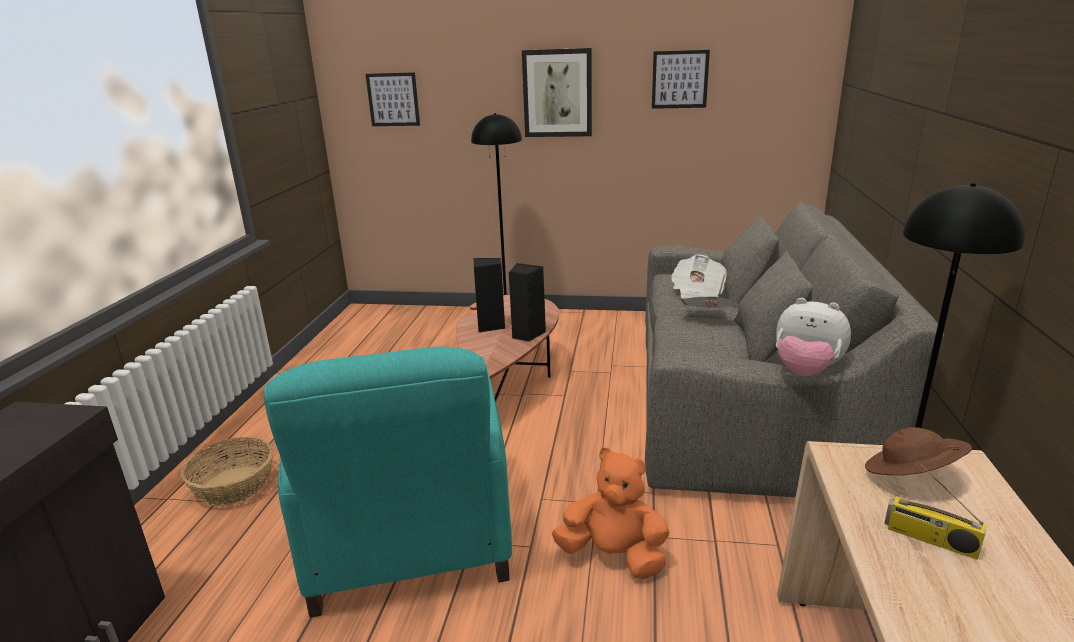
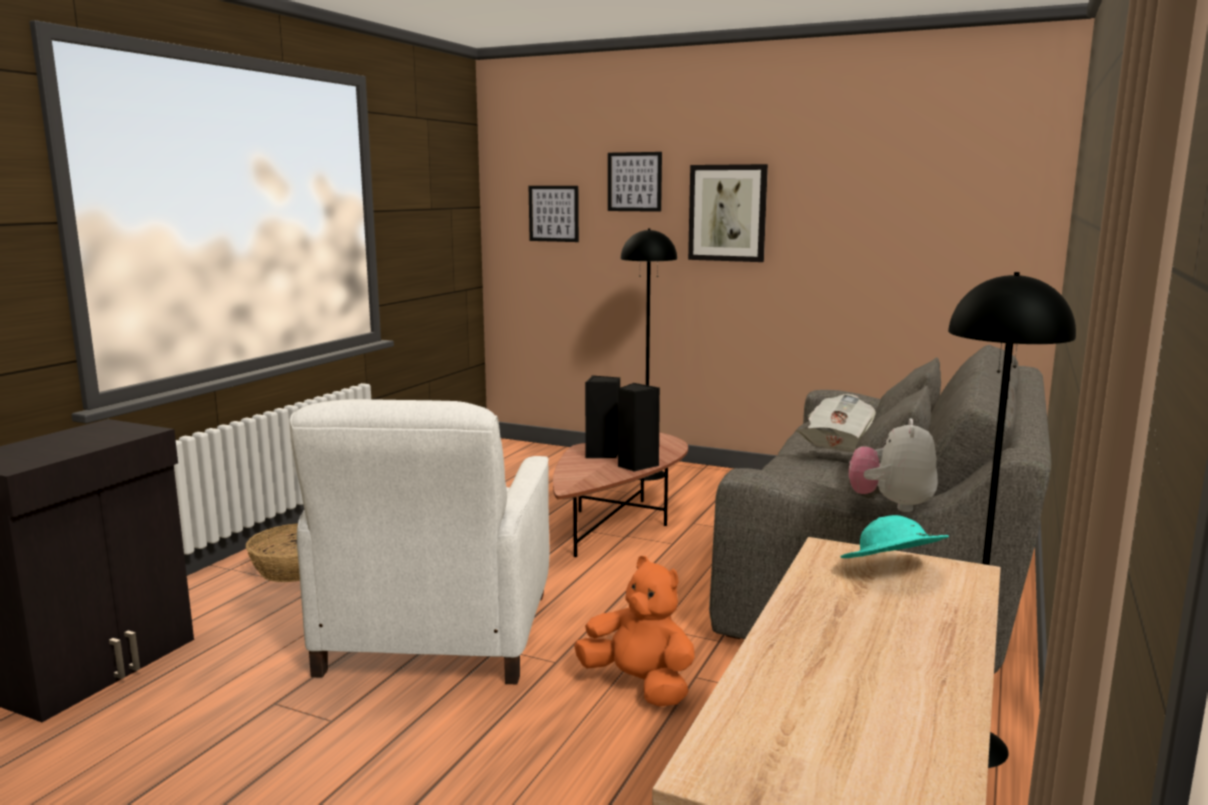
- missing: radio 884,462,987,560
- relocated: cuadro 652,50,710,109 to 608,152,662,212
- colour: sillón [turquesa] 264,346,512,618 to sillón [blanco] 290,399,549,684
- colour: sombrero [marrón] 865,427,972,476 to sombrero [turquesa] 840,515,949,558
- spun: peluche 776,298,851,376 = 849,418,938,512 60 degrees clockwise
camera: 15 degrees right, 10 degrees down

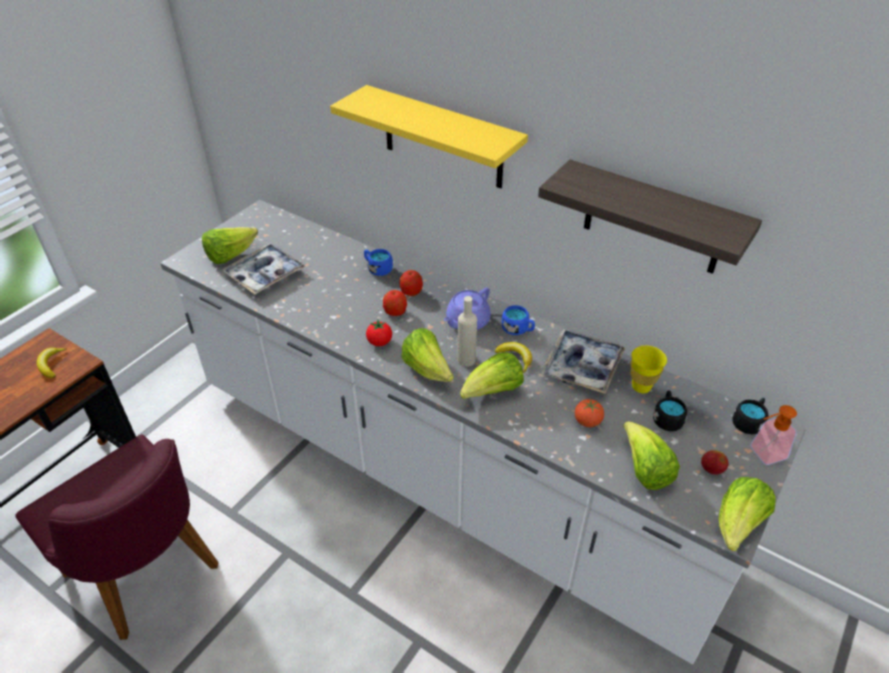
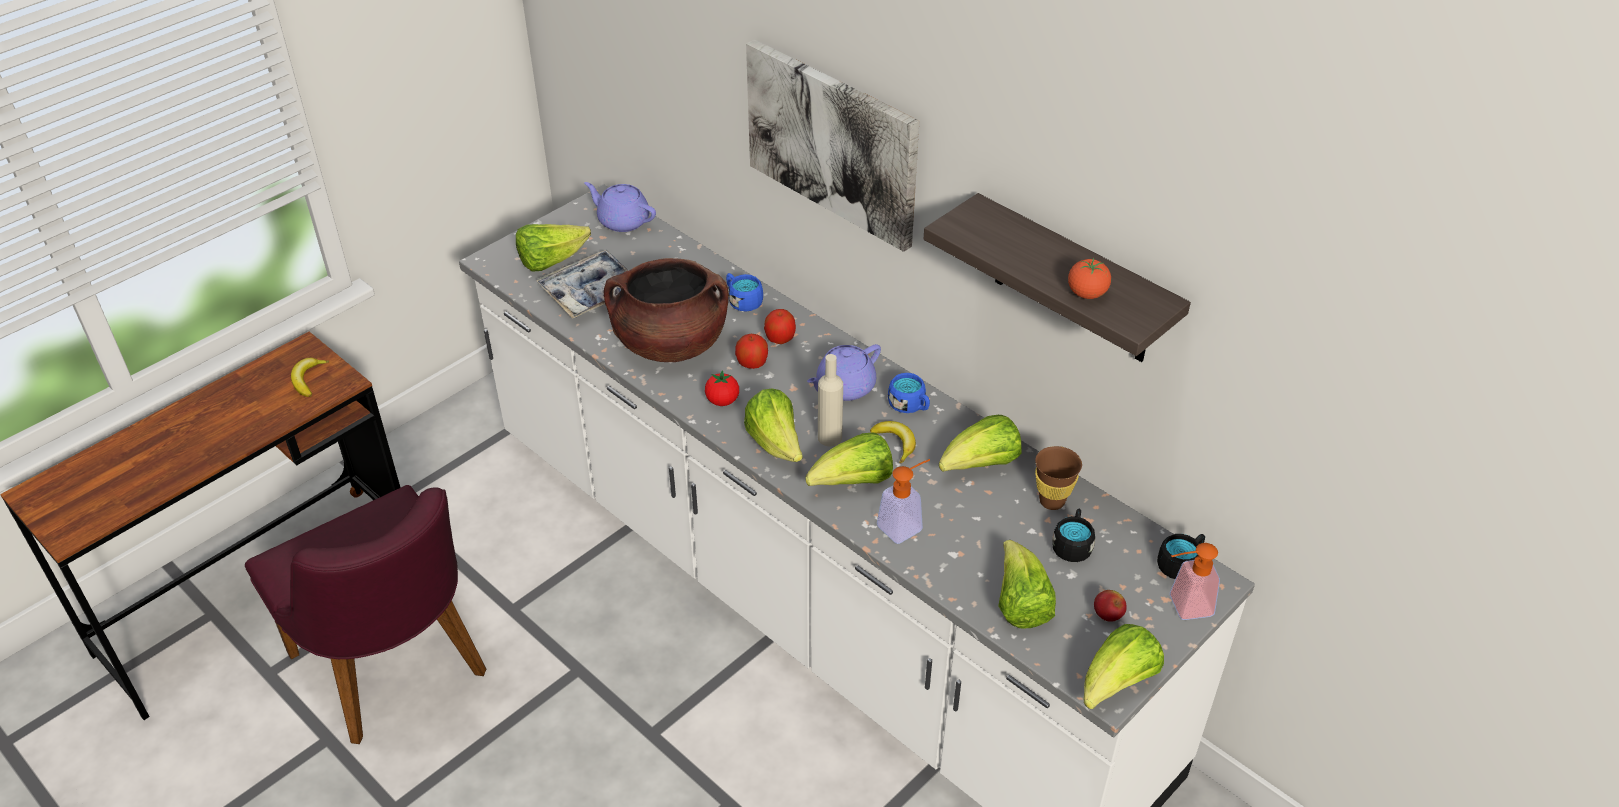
- appeared: tetera [morado] 584,182,656,232
- appeared: olla [marrón] 604,258,729,362
- appeared: dispensador de jabón 877,459,930,544
- relocated: tomate 575,399,604,427 to 1068,258,1111,299
- exchanged: estante [amarillo] 330,85,528,189 to cuadro 746,39,919,252
- exchanged: bandeja 541,329,626,394 to lechuga 939,415,1021,472
- colour: taza [amarillo] 631,345,667,393 to taza [marrón] 1035,446,1082,510
camera: 10 degrees right, 0 degrees up

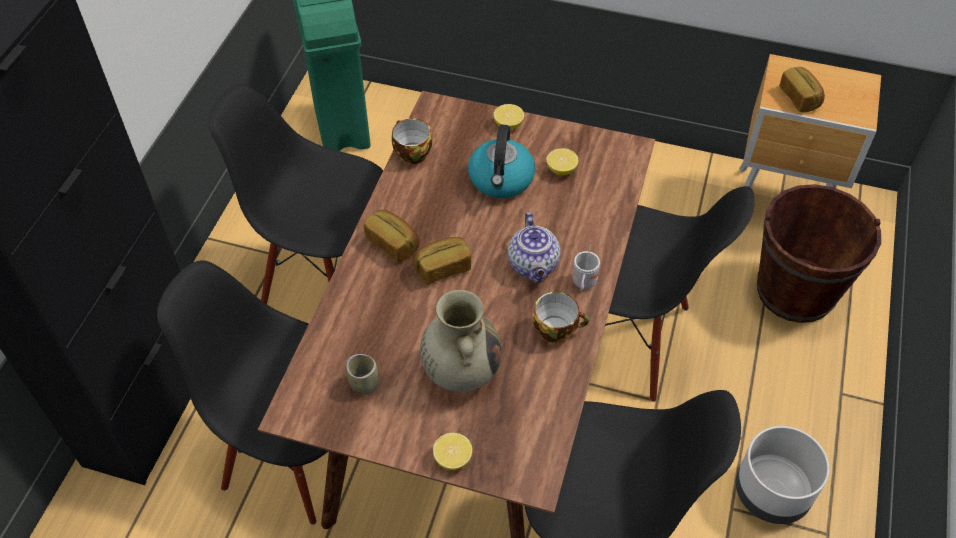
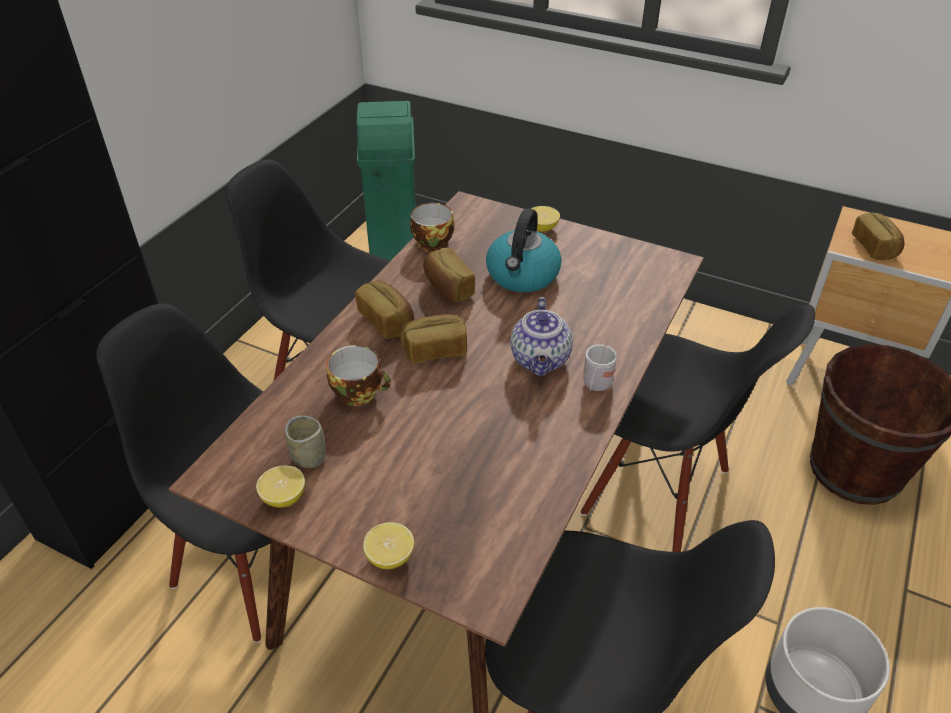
- missing: florero [beis] 420,290,501,392
- appeared: pan 423,248,475,303
- relocated: taza 533,292,589,343 to 326,345,391,406
- relocated: limón 546,148,578,175 to 256,465,305,507
camera: 10 degrees right, 10 degrees down

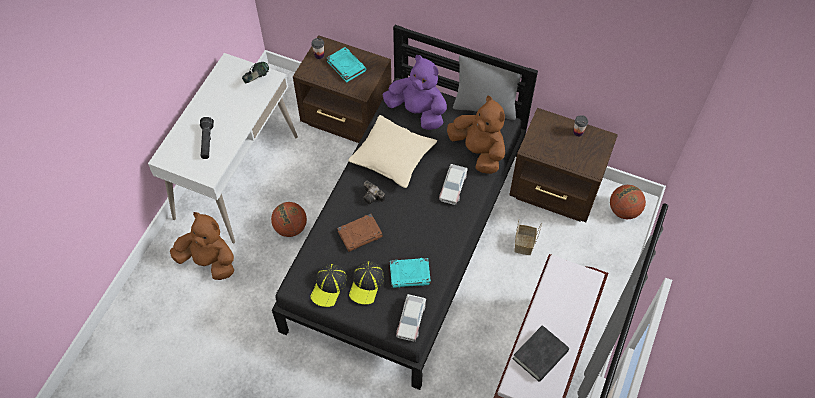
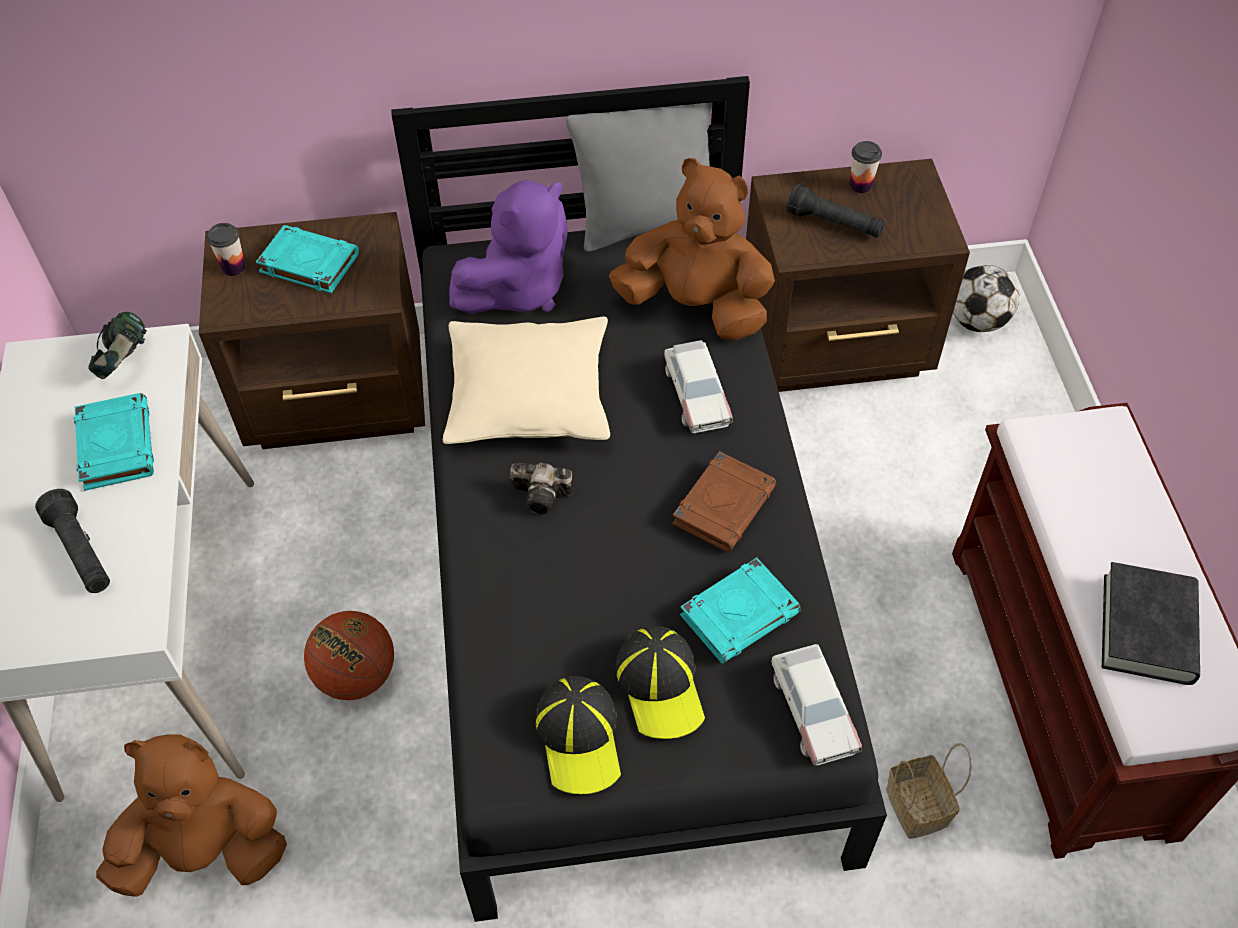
- appeared: libro [turquesa] 74,393,154,491
- appeared: linterna [negro] 786,184,885,238
- relocated: libro [marrón] 337,214,383,252 to 672,451,776,552
- relocated: cesta 514,220,542,255 to 886,743,971,839
- exchanged: balón de baloncesto 610,185,646,219 to balón de fútbol 953,265,1019,332
- spun: peluche [morado] 382,55,447,130 = 449,179,568,314 135 degrees clockwise
camera: 30 degrees left, 5 degrees down

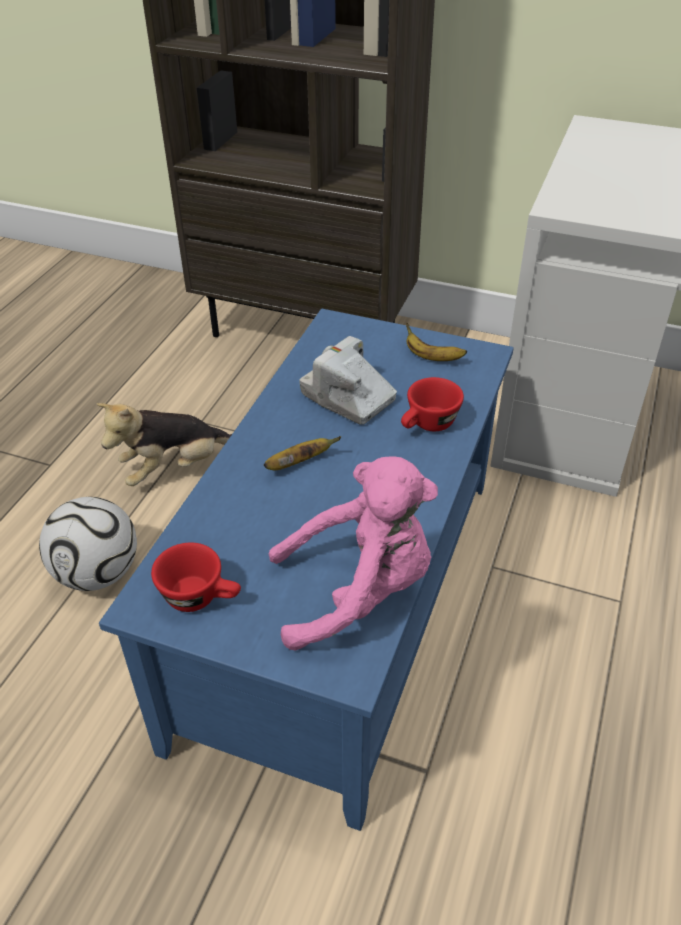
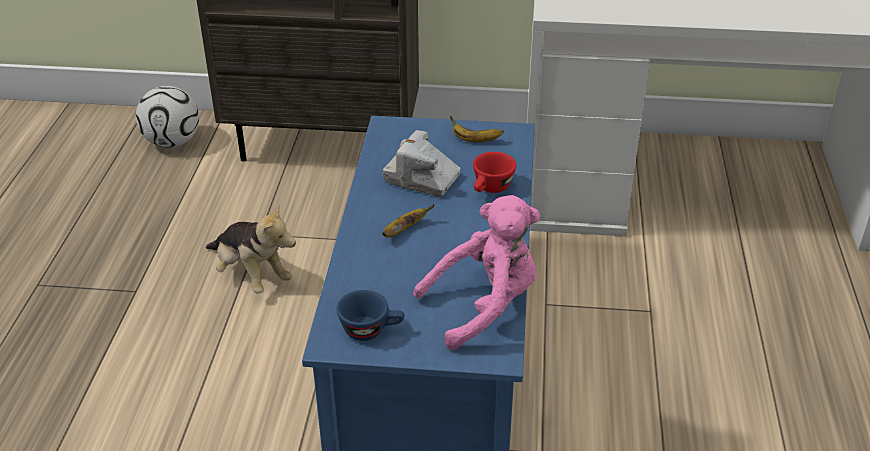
- relocated: balón de fútbol 39,497,137,591 to 136,86,199,148
- colour: taza [rojo] 151,543,241,612 to taza [azul] 336,290,405,341
- spun: peluche 96,403,232,486 = 206,205,296,293 90 degrees counterclockwise
camera: 15 degrees left, 5 degrees down

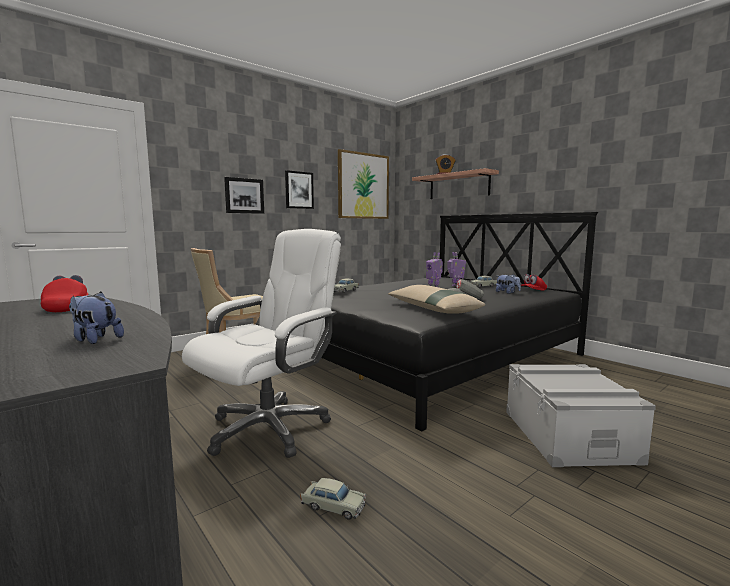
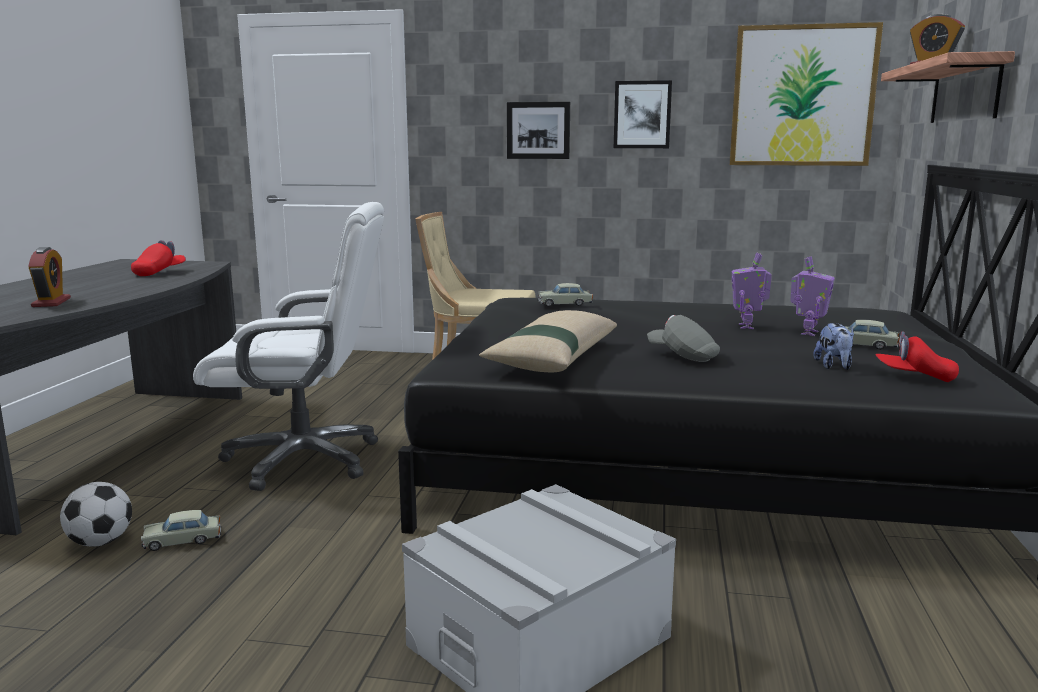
- appeared: balón de fútbol 60,482,132,547
- exchanged: peluche 69,292,124,344 to despertador 29,247,71,307
- spun: coche de juguete [beis] 300,478,366,520 = 141,510,221,551 90 degrees clockwise
camera: 50 degrees right, 5 degrees up

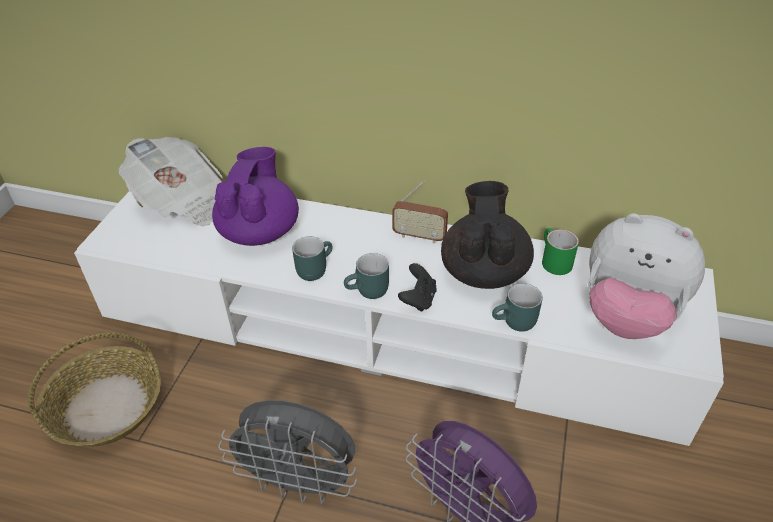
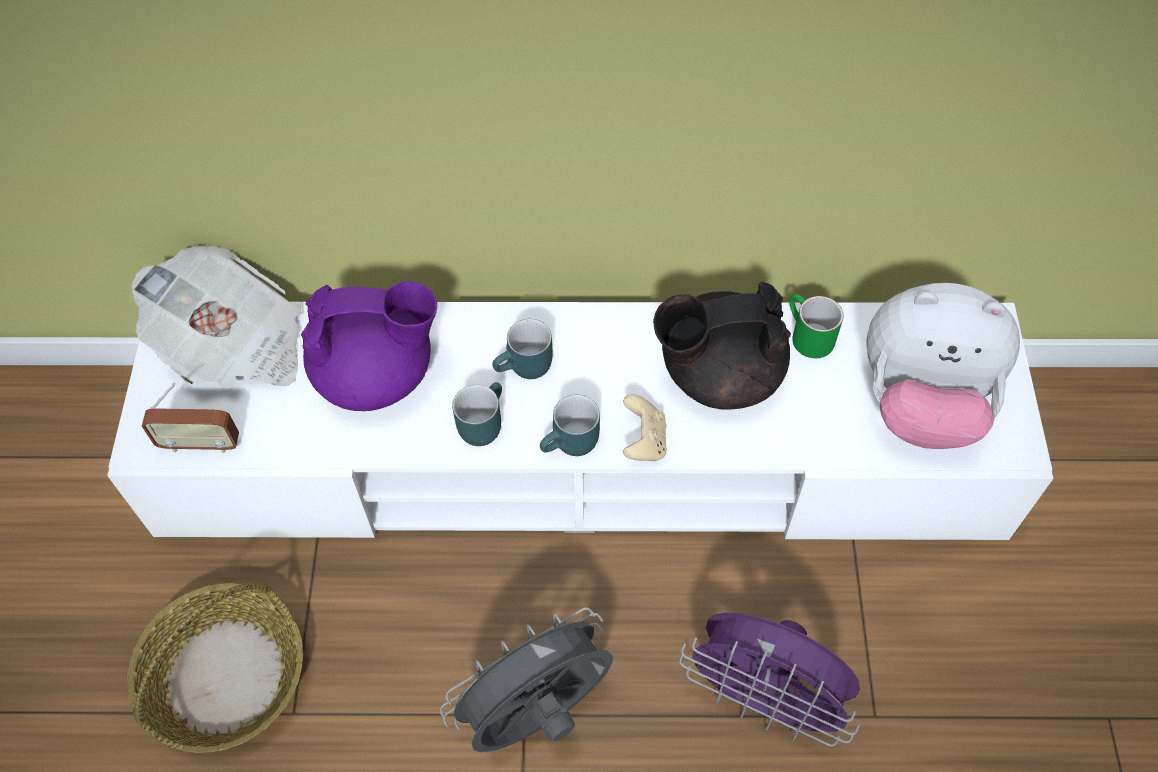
- relocated: radio 392,180,448,244 to 142,383,239,453
- relocated: taza grande [turquesa] 492,283,543,332 to 493,319,552,379
- colour: mando de consola [negro] 398,263,437,312 to mando de consola [beis] 623,394,667,461
- spun: tetera [morado] 212,147,299,246 = 301,281,437,411 90 degrees clockwise
- spun: ventilador [gris] 218,400,357,504 = 440,607,613,753 150 degrees clockwise
- spun: tetera [negro] 441,181,534,289 = 653,282,791,410 90 degrees counterclockwise
camera: 15 degrees left, 15 degrees up

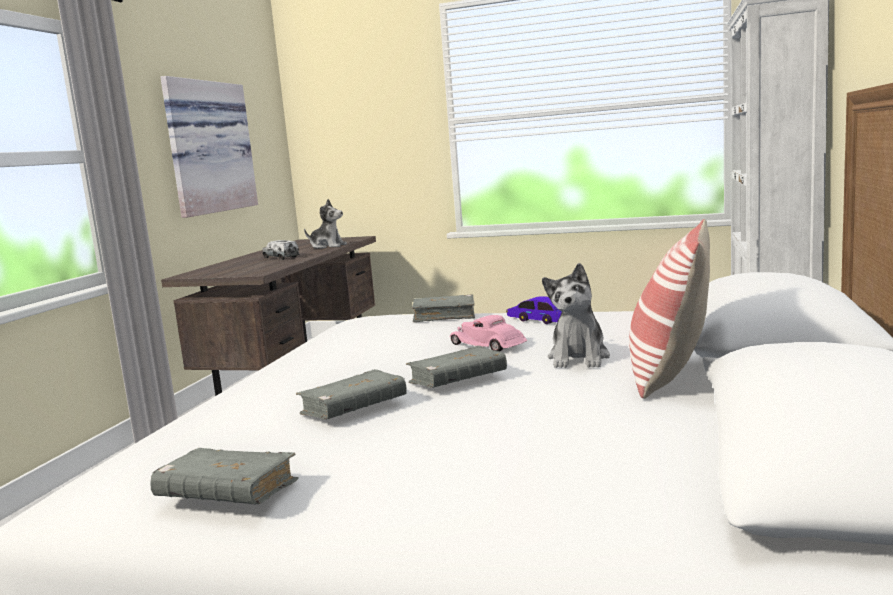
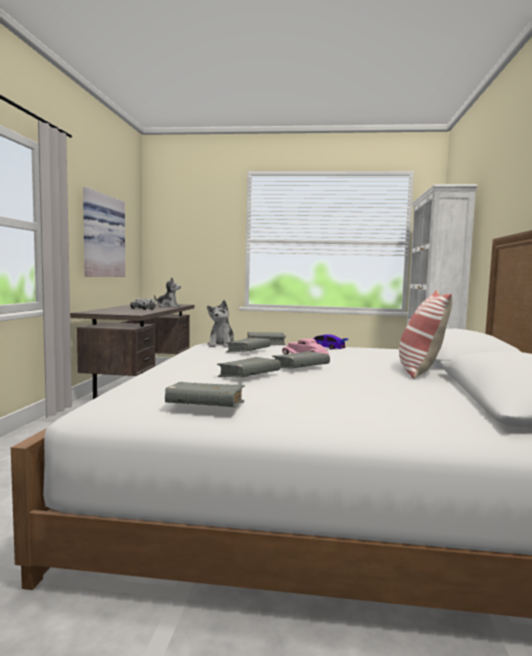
- appeared: libro [gris] 226,338,271,353
- relocated: peluche 542,263,610,368 to 207,300,234,348
camera: 10 degrees left, 5 degrees down

